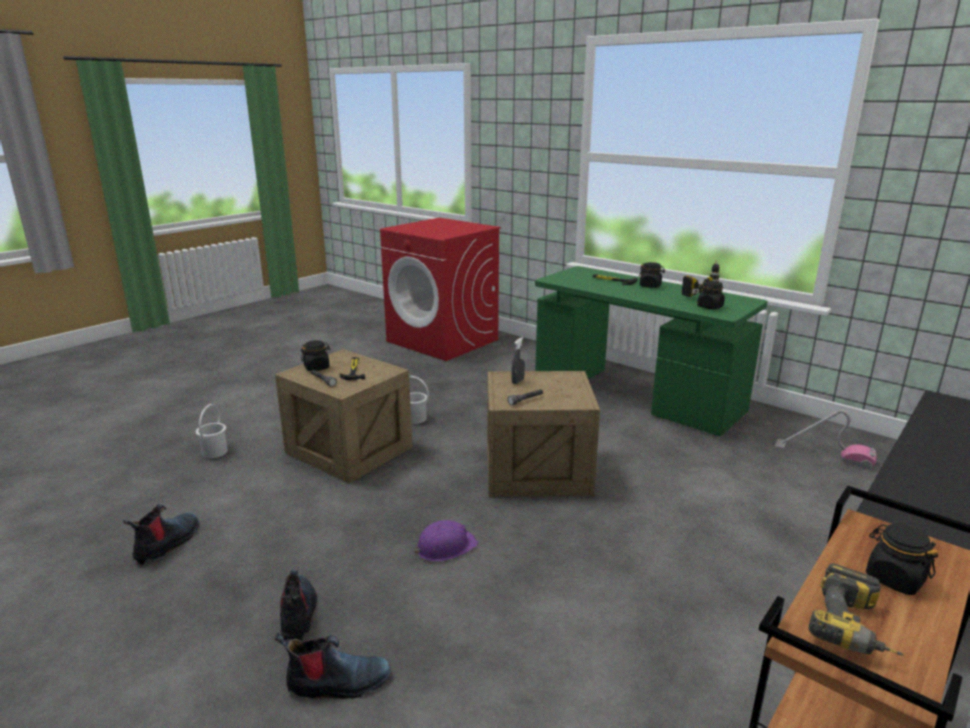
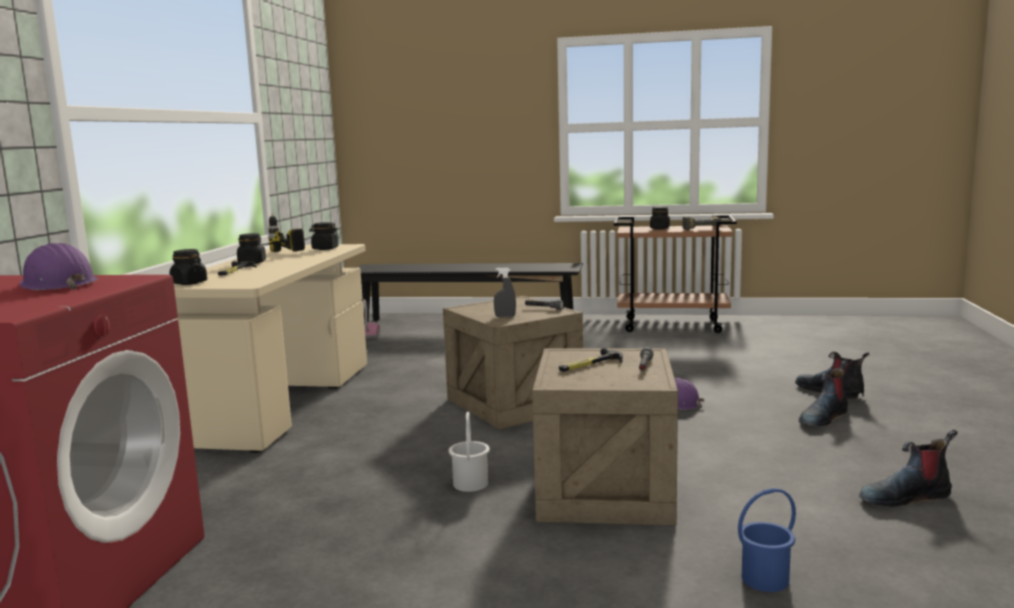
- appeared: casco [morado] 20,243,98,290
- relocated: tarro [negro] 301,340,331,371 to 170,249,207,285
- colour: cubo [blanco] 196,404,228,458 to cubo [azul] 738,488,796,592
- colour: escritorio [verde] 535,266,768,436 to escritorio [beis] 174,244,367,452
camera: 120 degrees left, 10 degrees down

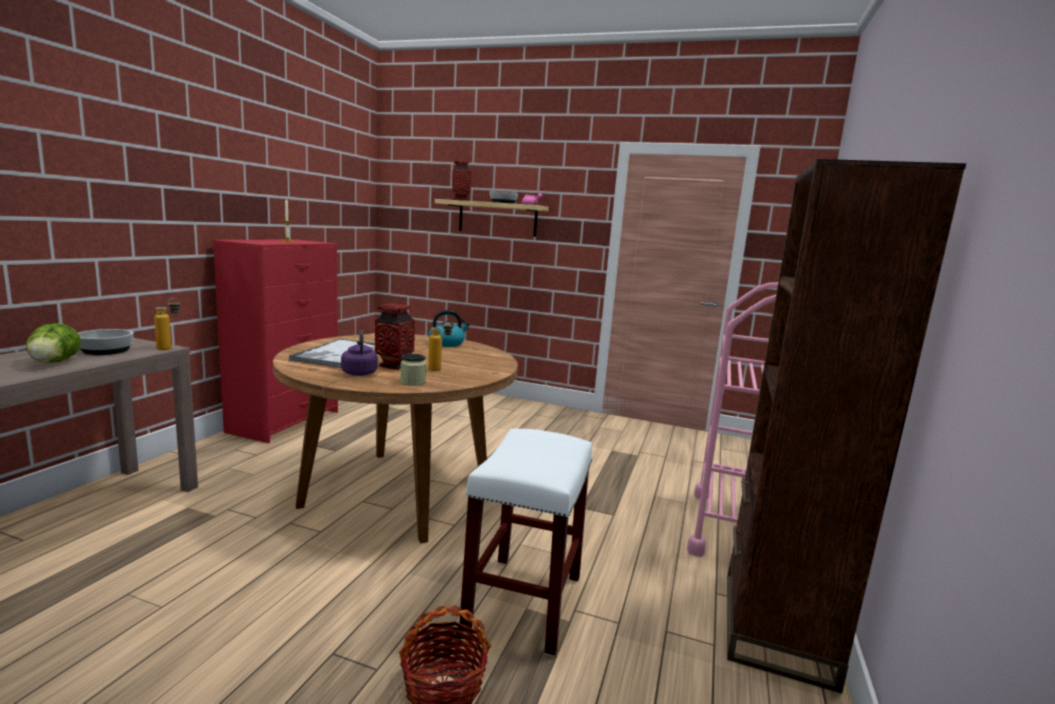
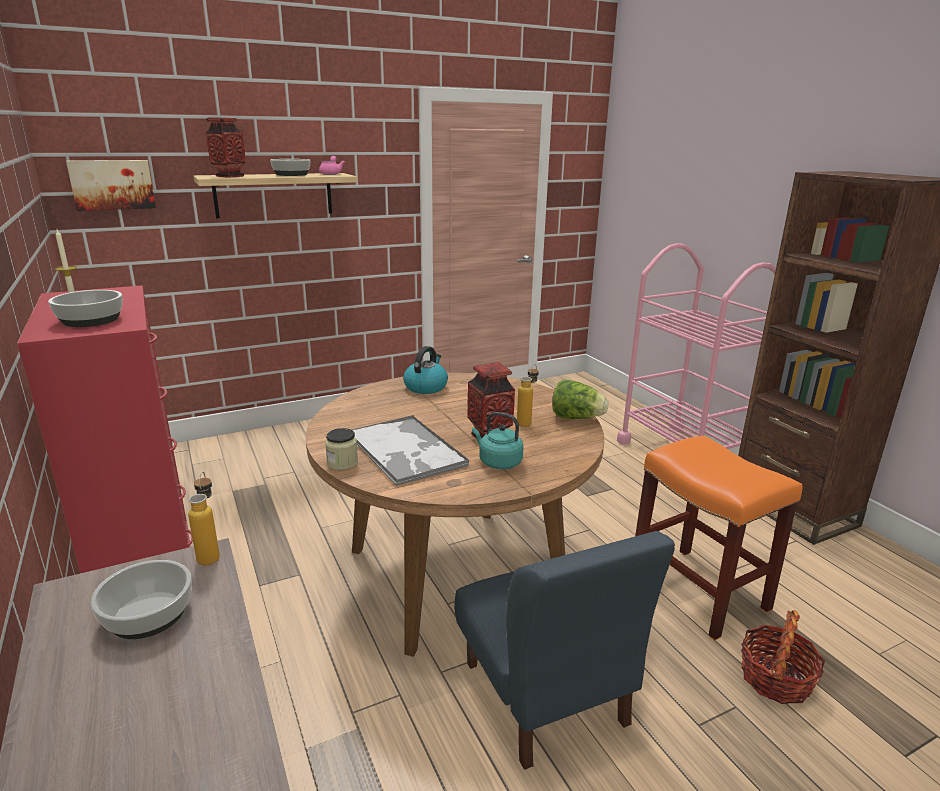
- appeared: cuenco 48,290,123,327
- appeared: cuadro 66,160,156,211
- appeared: silla [azul] 454,531,675,770
- relocated: lechuga 26,323,81,363 to 552,380,608,419
- relocated: tarro 400,354,426,386 to 325,428,358,470
- colour: hervidor [morado] 341,330,378,376 to hervidor [turquesa] 472,412,524,469
- colour: taburete [blanco] 460,429,592,657 to taburete [naranja] 635,436,802,641
camera: 45 degrees left, 10 degrees up

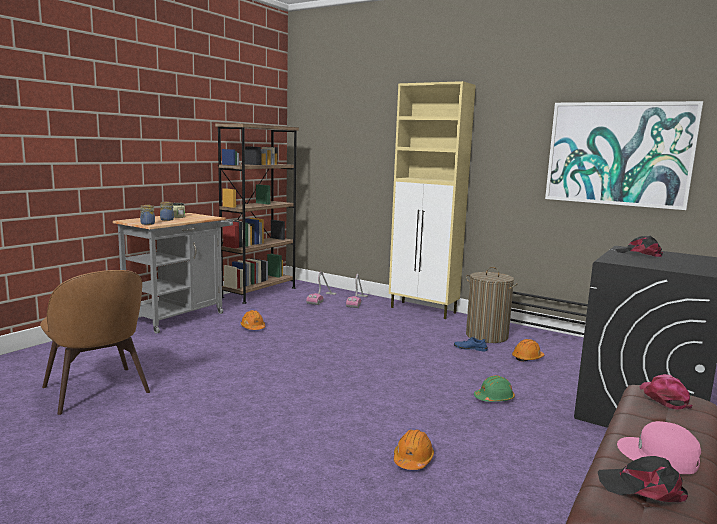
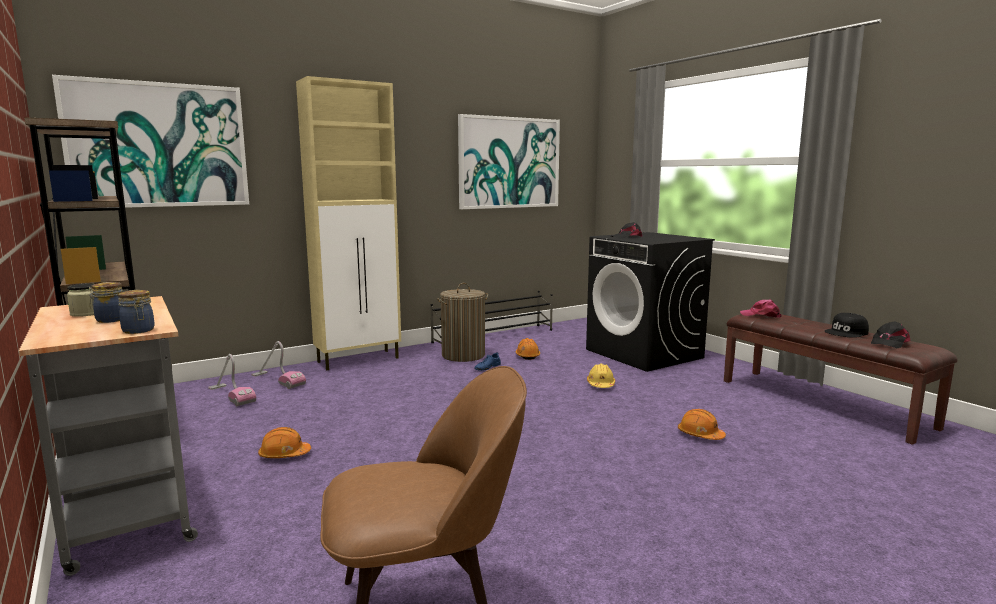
- appeared: cuadro 52,75,249,208
- colour: casco [verde] 474,375,515,402 to casco [amarillo] 587,363,615,388
- colour: gorra [rosa] 617,421,701,474 to gorra [negro] 825,313,869,338
camera: 65 degrees left, 0 degrees up

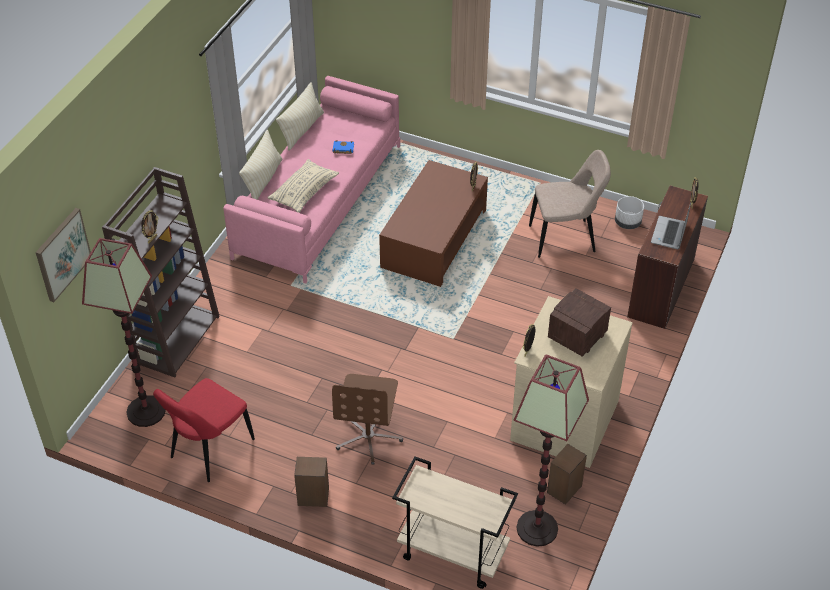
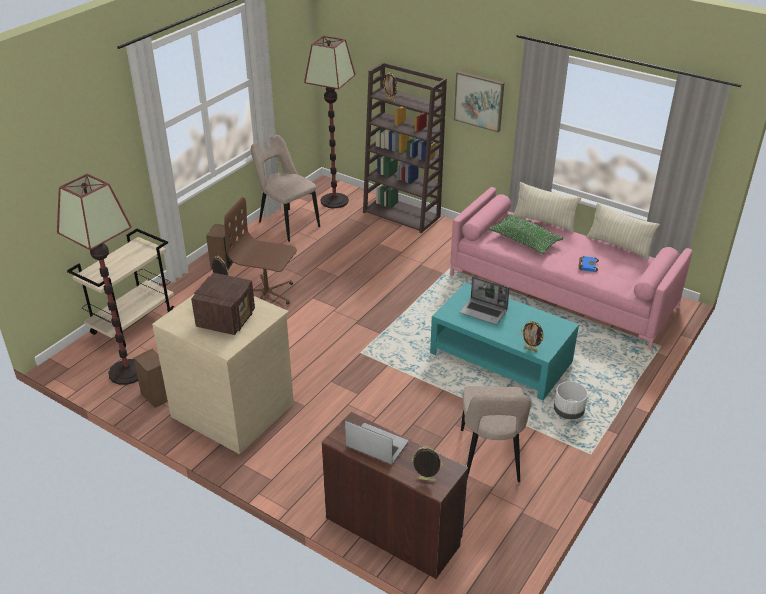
- appeared: portátil 460,277,510,325
- relocated: cuadro 35,208,91,302 to 454,71,504,133
- relocated: maceta [blanco] 615,196,644,229 to 554,381,588,419
- colour: silla [rojo] 153,378,255,482 to silla [beis] 251,135,320,242
- colour: cojín [beis] 267,159,339,213 to cojín [verde] 489,214,564,254
- colour: mesa de centro [marrón] 379,160,488,287 to mesa de centro [turquesa] 430,282,579,400
- spun: radio 548,288,611,357 = 191,273,255,335 60 degrees clockwise
camera: 100 degrees right, 10 degrees down

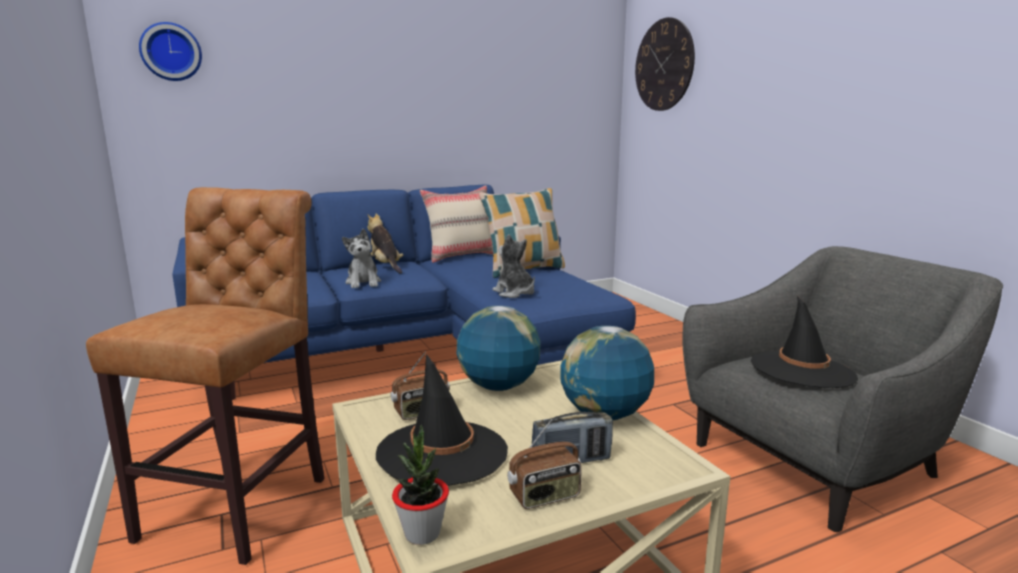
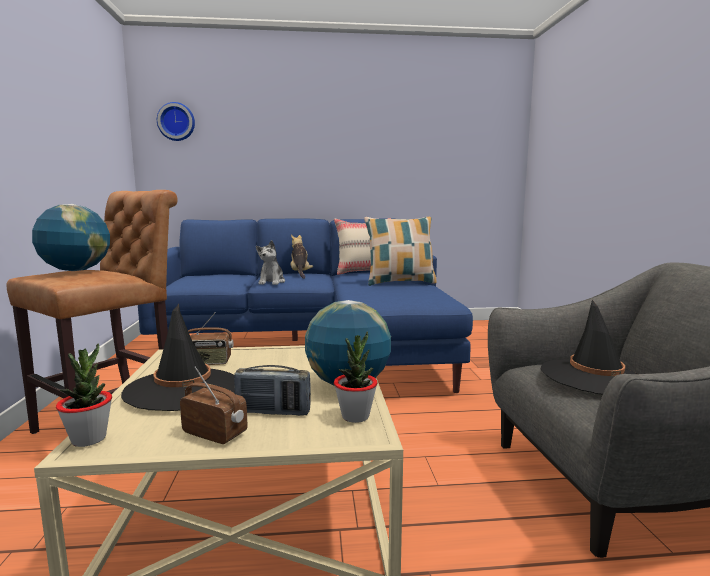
- missing: peluche 493,234,535,298
- missing: reloj de pared 635,17,695,111
- appeared: planta en maceta 334,331,377,423
- relocated: globo terráqueo 457,306,541,391 to 32,204,110,271
- spun: radio 507,419,582,509 = 180,366,247,444 150 degrees counterclockwise
camera: 20 degrees right, 5 degrees down

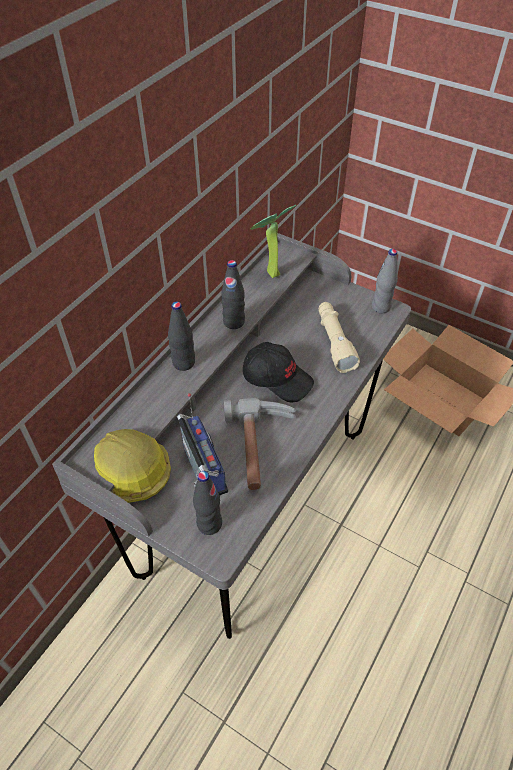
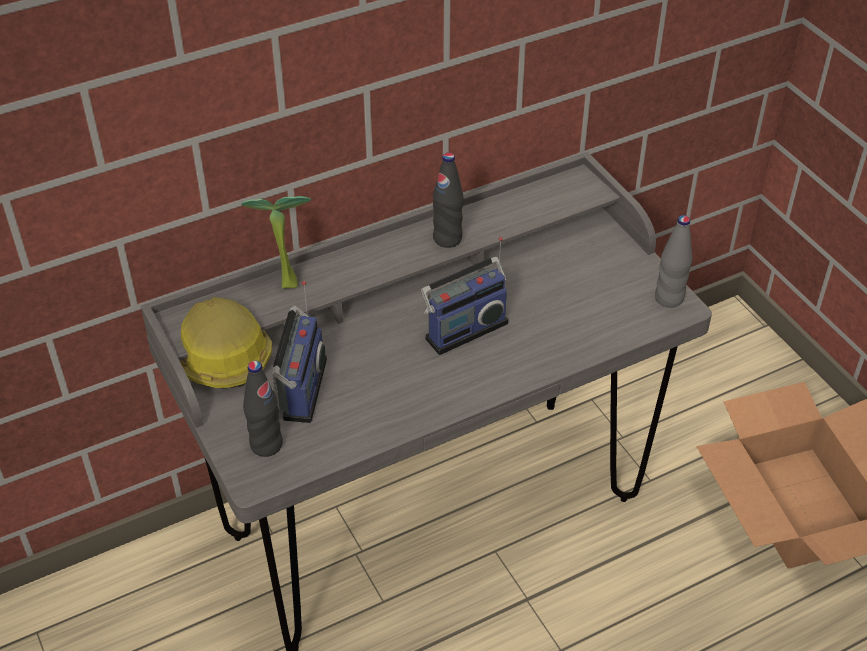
- missing: botella [negro] 168,301,195,371
- missing: martillo 224,398,296,490
- missing: linterna [beis] 318,302,360,373
- relocated: planta en maceta 251,205,296,278 to 241,196,311,288
- exchanged: gorra [negro] 243,342,314,403 to radio 421,237,508,355
camera: 30 degrees right, 5 degrees down

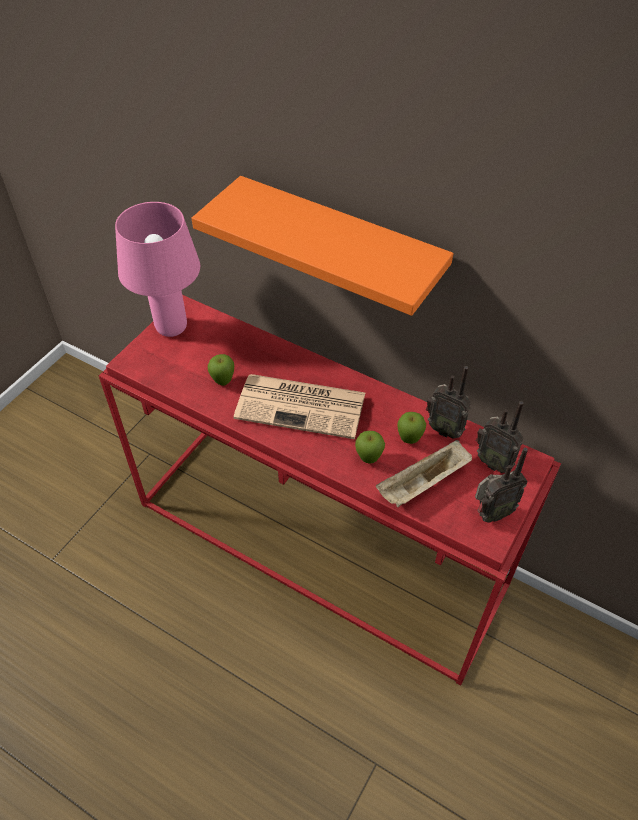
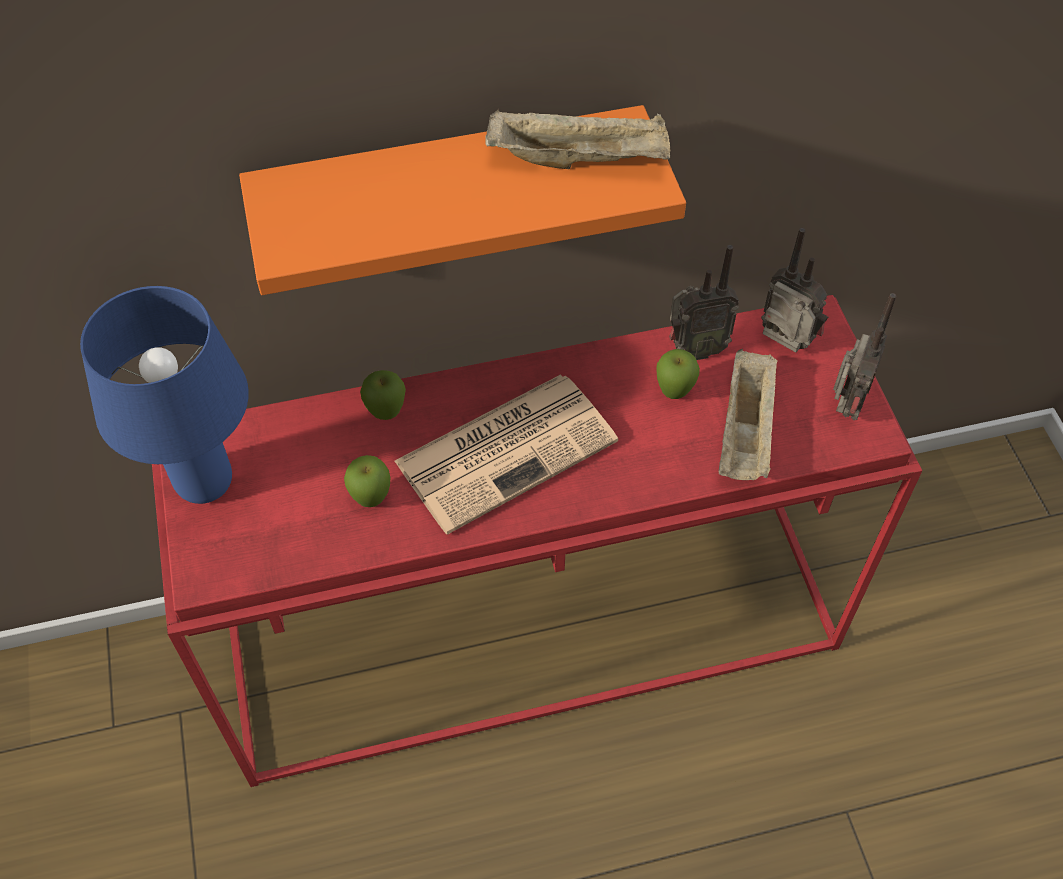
- appeared: bandeja [beis] 486,109,670,169
- relocated: manzana 355,431,385,464 to 360,370,406,420
- colour: lámpara de mesa [rosa] 115,202,200,337 to lámpara de mesa [azul] 80,286,249,504
- spun: radio 476,401,524,473 = 761,228,828,352 135 degrees counterclockwise
camera: 45 degrees left, 5 degrees up

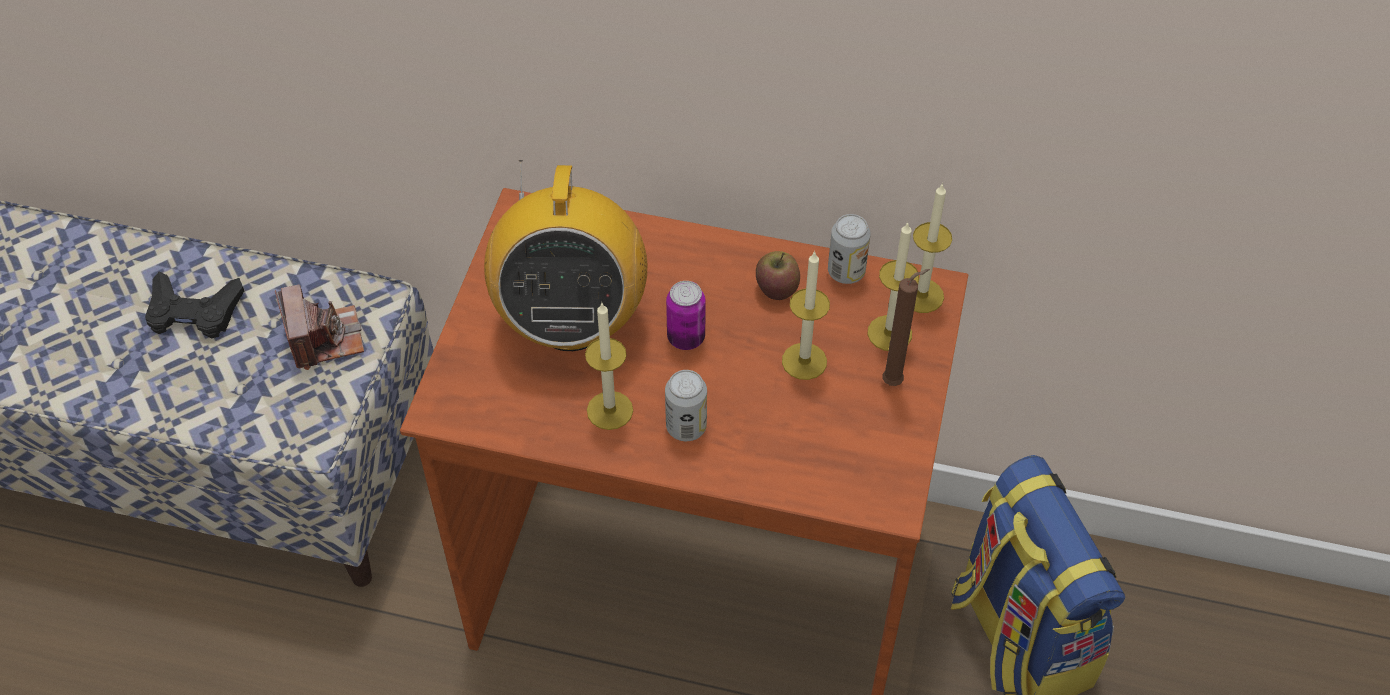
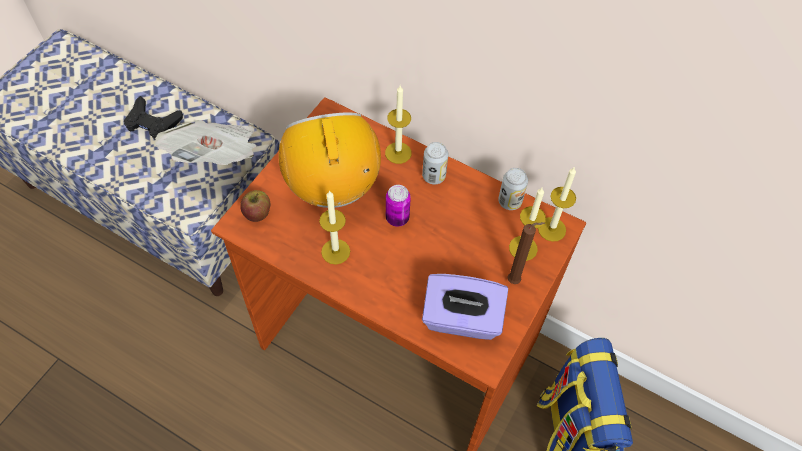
- appeared: caja de pañuelos [morado] 422,274,508,340
- relocated: lata 665,370,707,441 to 422,142,448,184
- relocated: manzana 756,251,800,300 to 240,190,270,222
- relocated: vela 782,251,830,380 to 385,86,411,164
- exchanged: cámara 275,285,364,370 to periódico 155,120,257,165
- spun: radio 484,160,647,351 = 278,113,381,208 150 degrees clockwise
camera: 15 degrees right, 5 degrees up

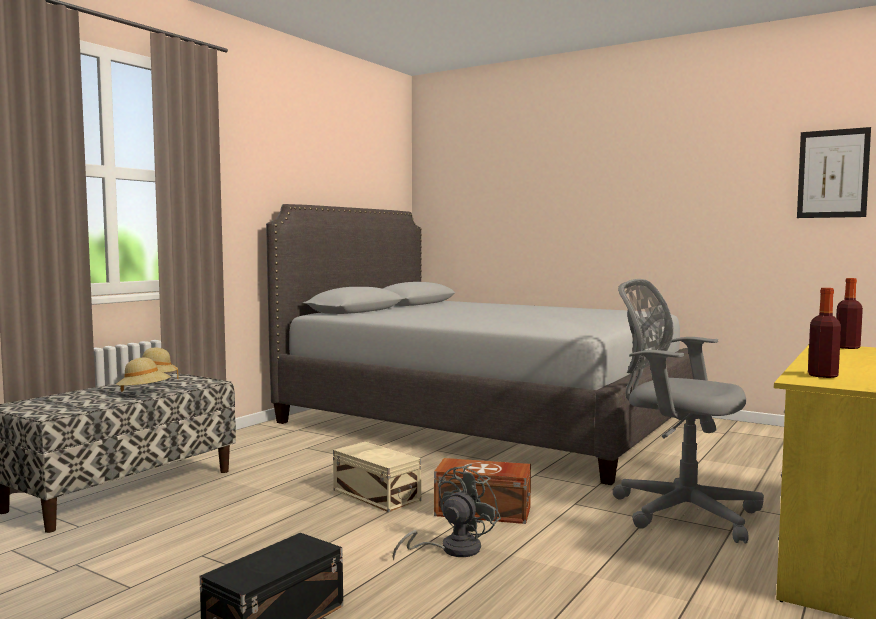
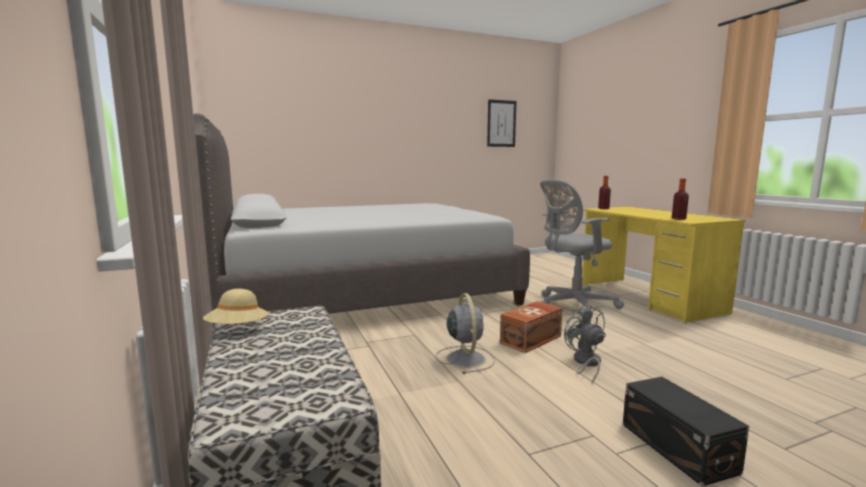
- missing: sombrero [beis] 116,358,171,392
- exchanged: caja de almacenaje [beis] 333,442,421,512 to ventilador [gris] 436,293,495,374
camera: 55 degrees left, 5 degrees up

